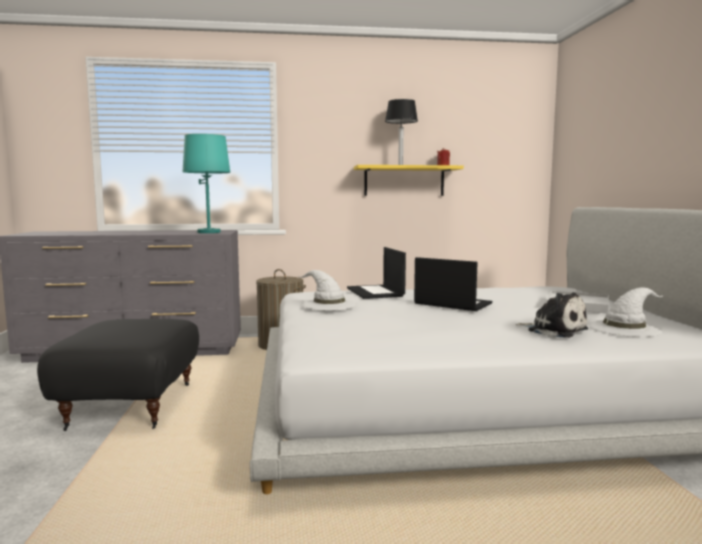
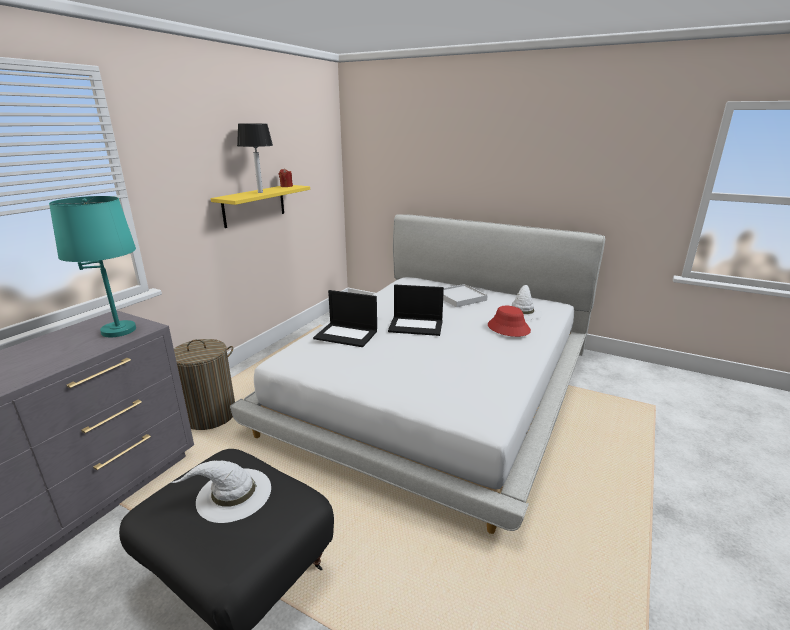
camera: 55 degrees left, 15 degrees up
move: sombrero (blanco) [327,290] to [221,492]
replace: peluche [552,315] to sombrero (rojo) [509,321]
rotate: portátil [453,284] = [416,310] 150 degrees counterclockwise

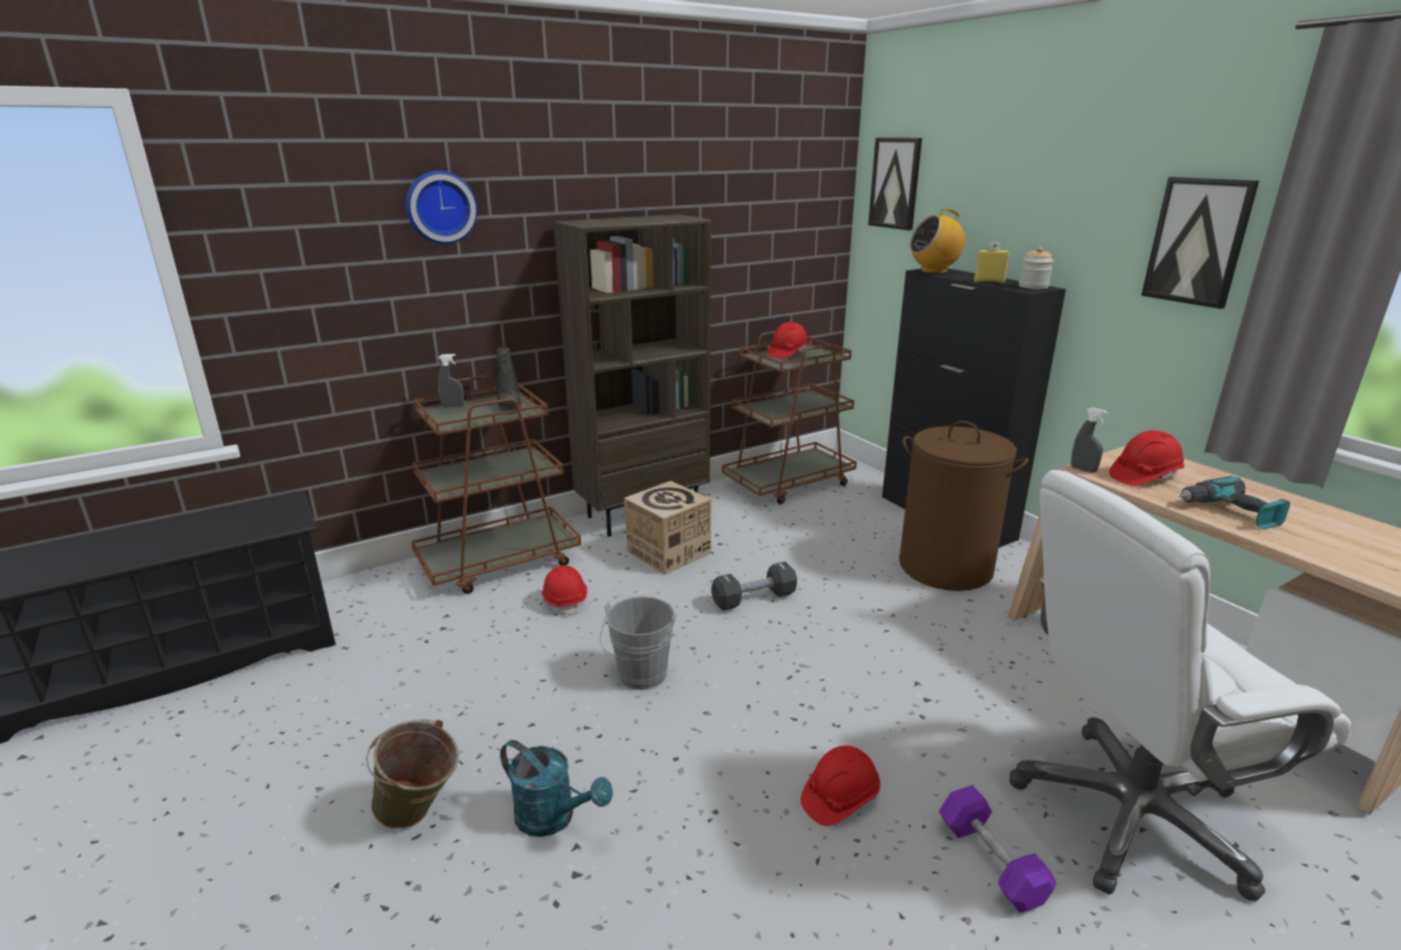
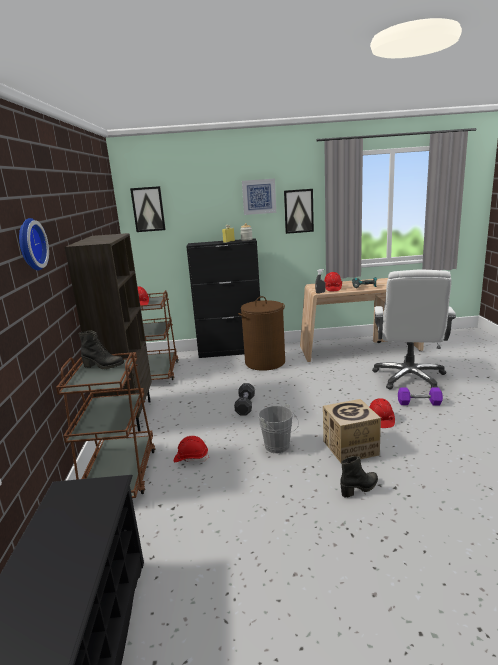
camera: 60 degrees left, 5 degrees down
delete: cubo (verde) [412,774]; pulverizador (gris) [451,381]; radio [937,241]
insert: cuadro [259,197]
move: caja de cartón [667,528] to [352,431]
replace: regadera (turquesa) [556,788] to bota (negro) [359,477]

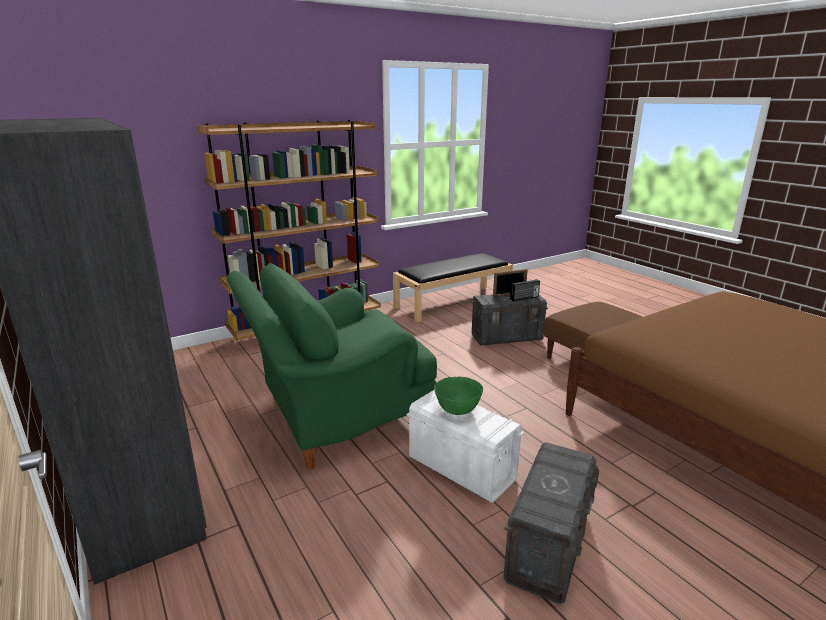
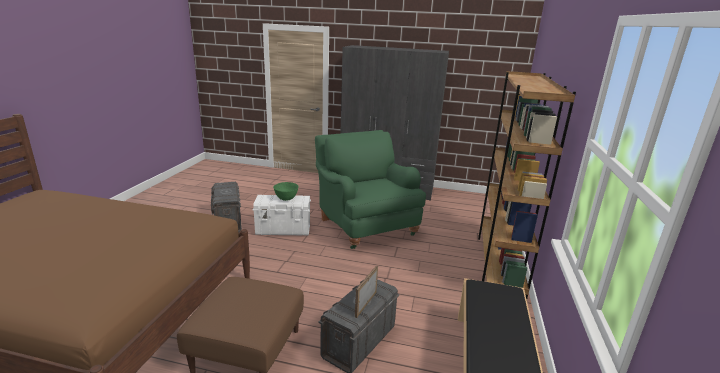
camera: 135 degrees right, 0 degrees up
delete: radio [525,290]
rotate: sillón (verde) [332,366] = [370,189] 45 degrees counterclockwise

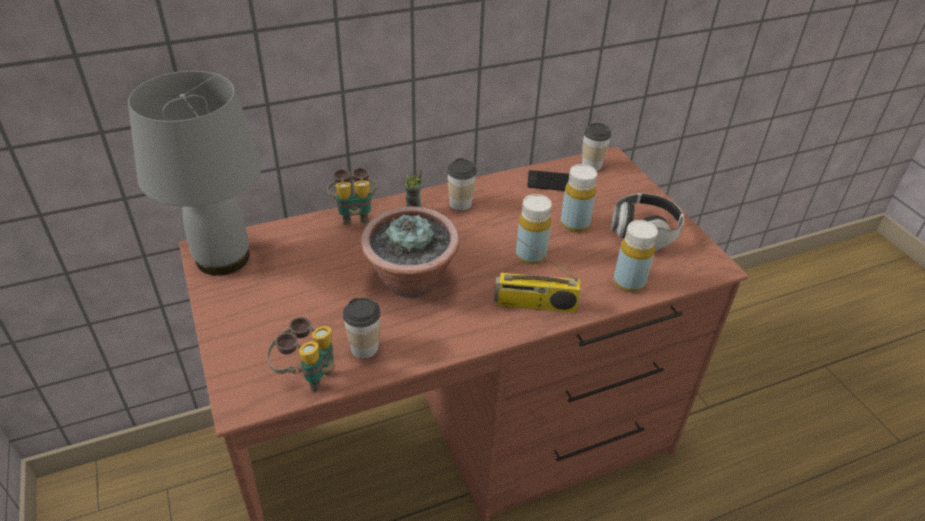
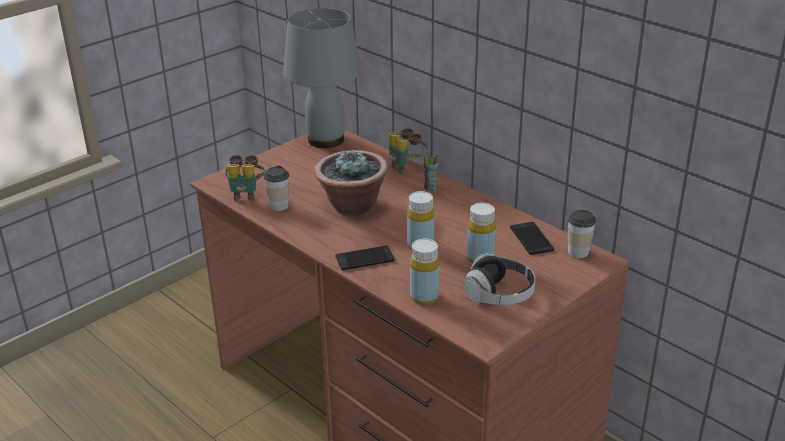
camera: 70 degrees right, 10 degrees down
delete: taza [462,184]
replace: radio [537,275] to móvil [365,257]

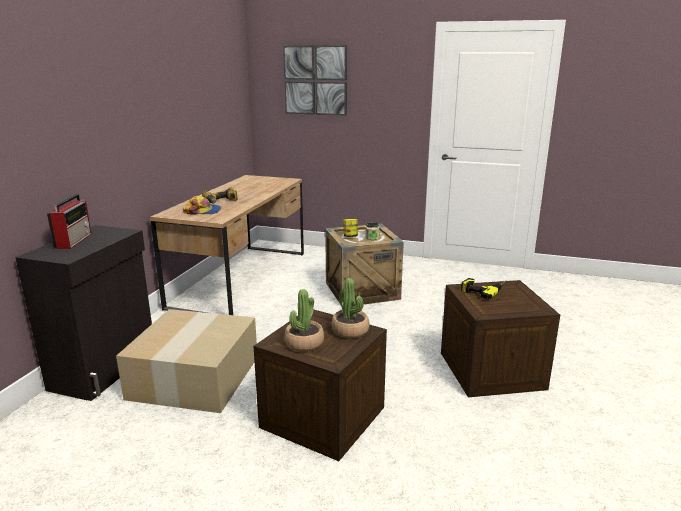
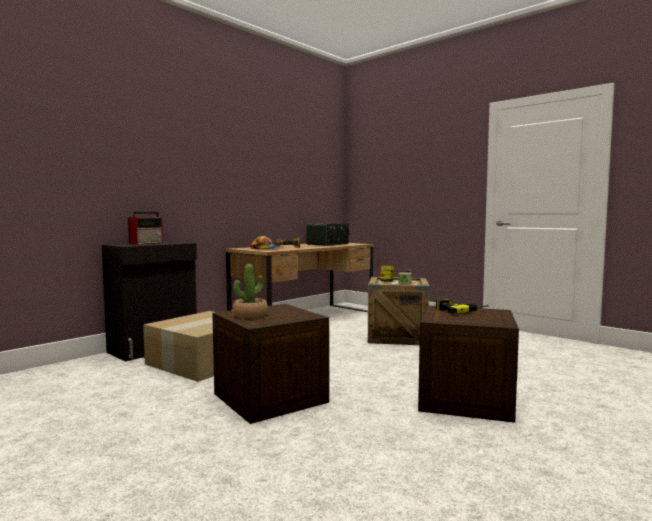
camera: 25 degrees right, 15 degrees down
delete: cuadro [315,80]; planta en maceta [350,308]
insert: radio [327,234]

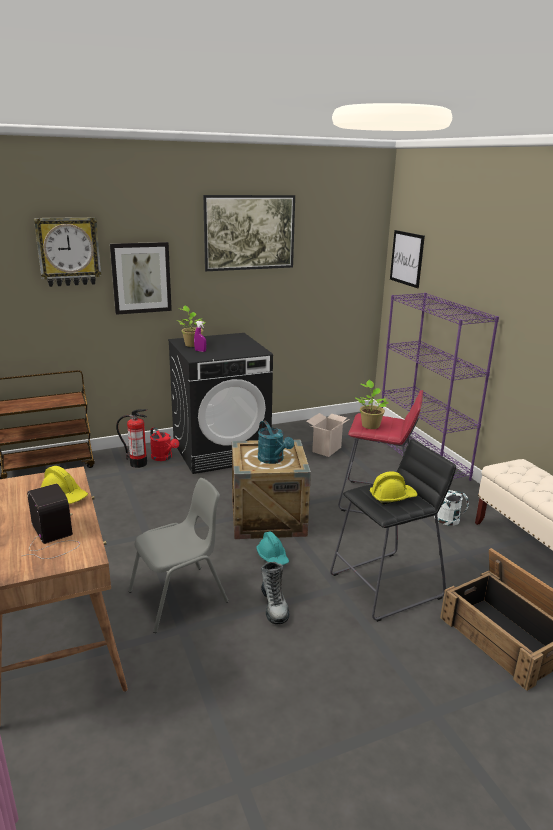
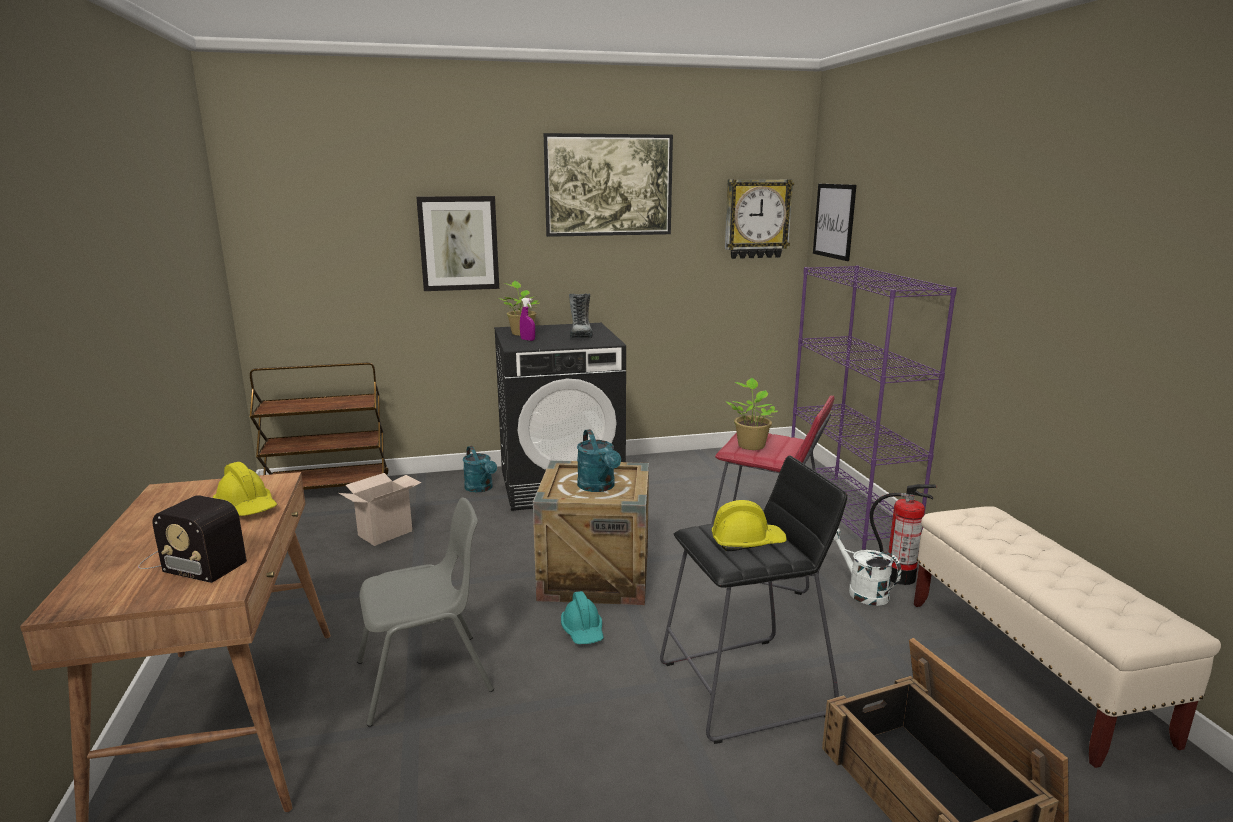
camera: 10 degrees right, 5 degrees down
move: reloj de pared [68,252] to [759,219]; extintor [131,438] to [902,534]; bota [275,593] to [581,315]; caja de cartón [327,435] to [380,509]
recolor: regadera (rojo) [164,444] to regadera (turquesa) [480,469]
rotate: radio [51,521] = [192,539] 135 degrees clockwise

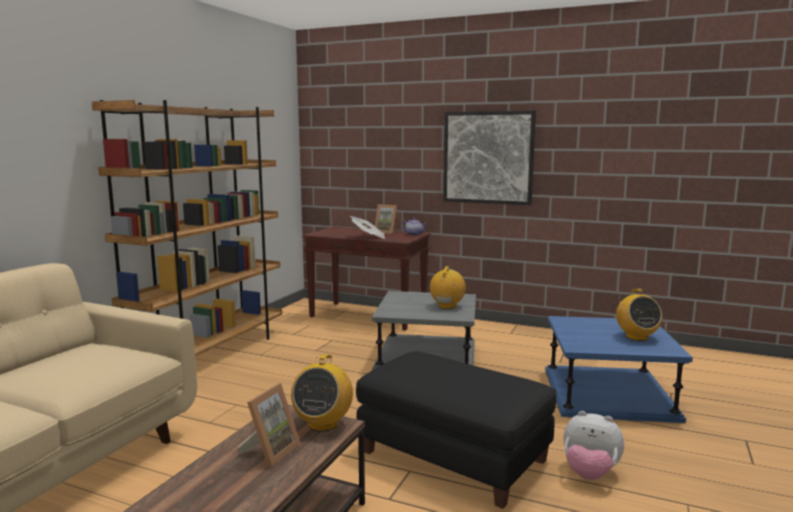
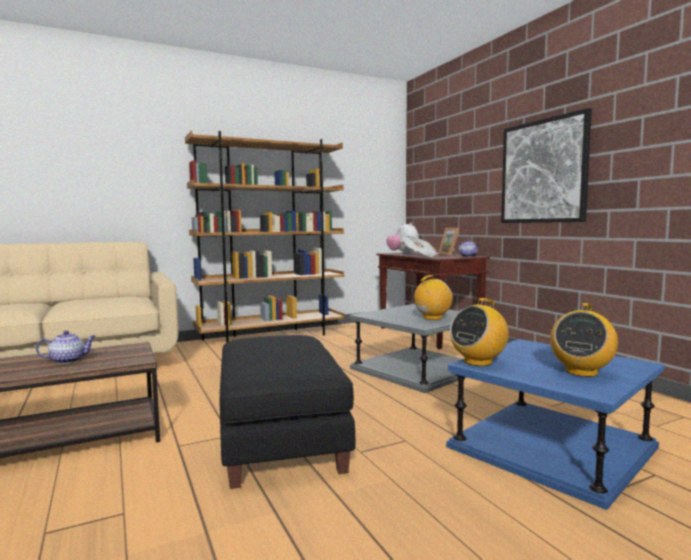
camera: 40 degrees right, 5 degrees down
move: radio [322,393] to [479,332]; peluche [594,445] to [402,238]
replace: portarretratos [269,425] to tetera [65,347]

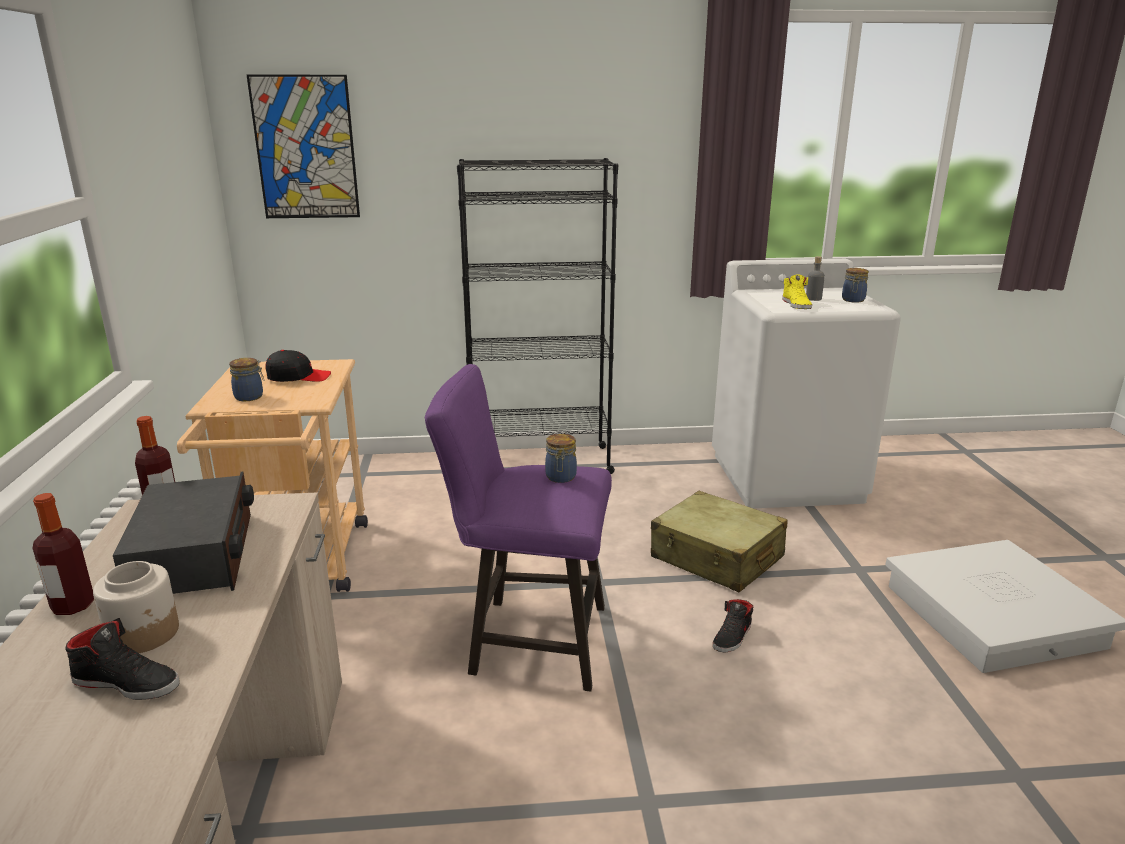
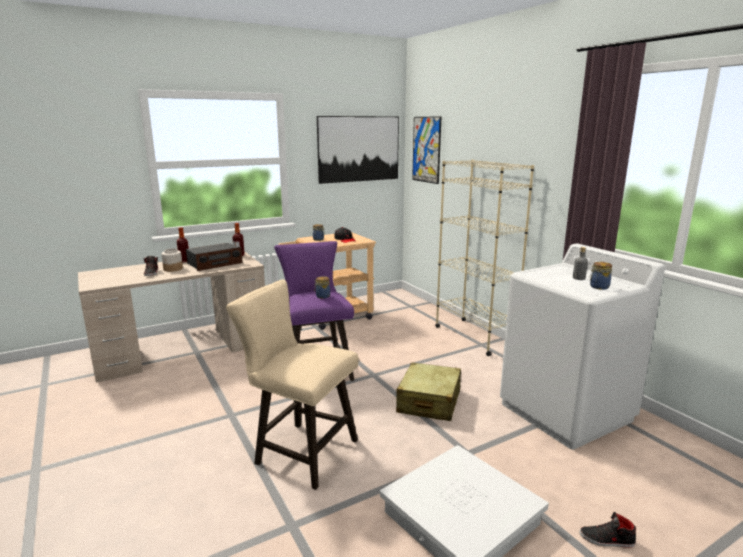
camera: 65 degrees right, 5 degrees down
delete: zapato (amarillo) [797,291]
insert: taburete (beis) [292,384]; cuadro [358,150]
move: zapato (negro) [733,626] to [608,530]
recolor: estantería (negro) [537,316] to estantería (beis) [484,258]

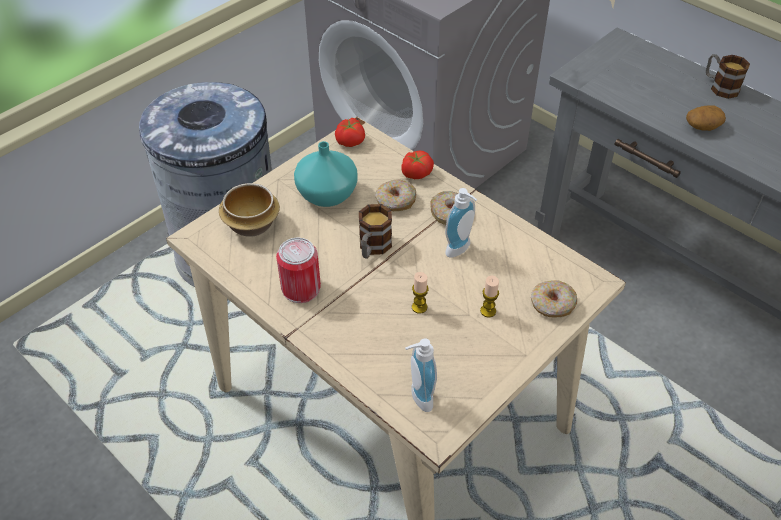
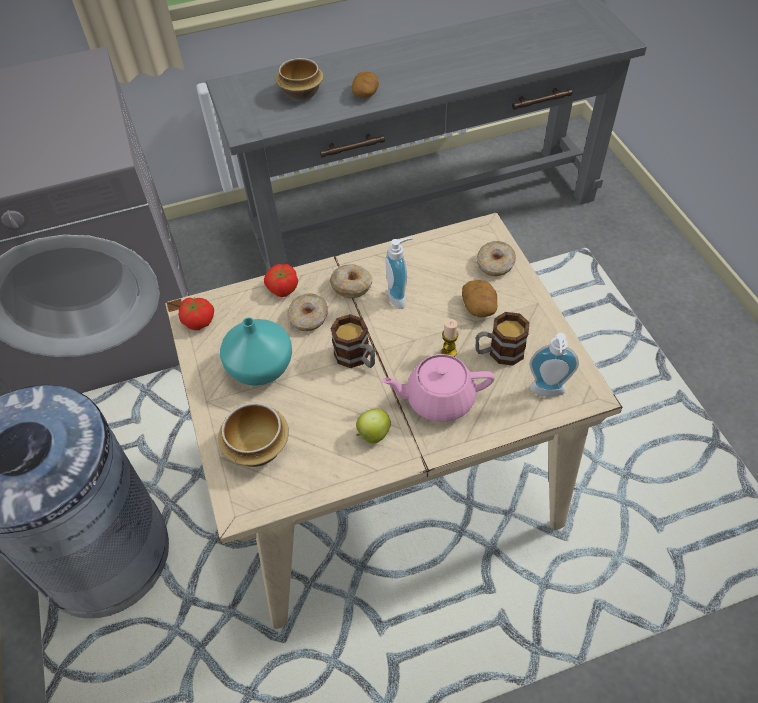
camera: 60 degrees left, 5 degrees up
insert: cuenco [299,79]; tetera (rosa) [438,388]
move: taza grande [728,76] to [503,339]
replace: lata [298,270] to manzana [373,426]; vela [489,296] to patata [479,298]

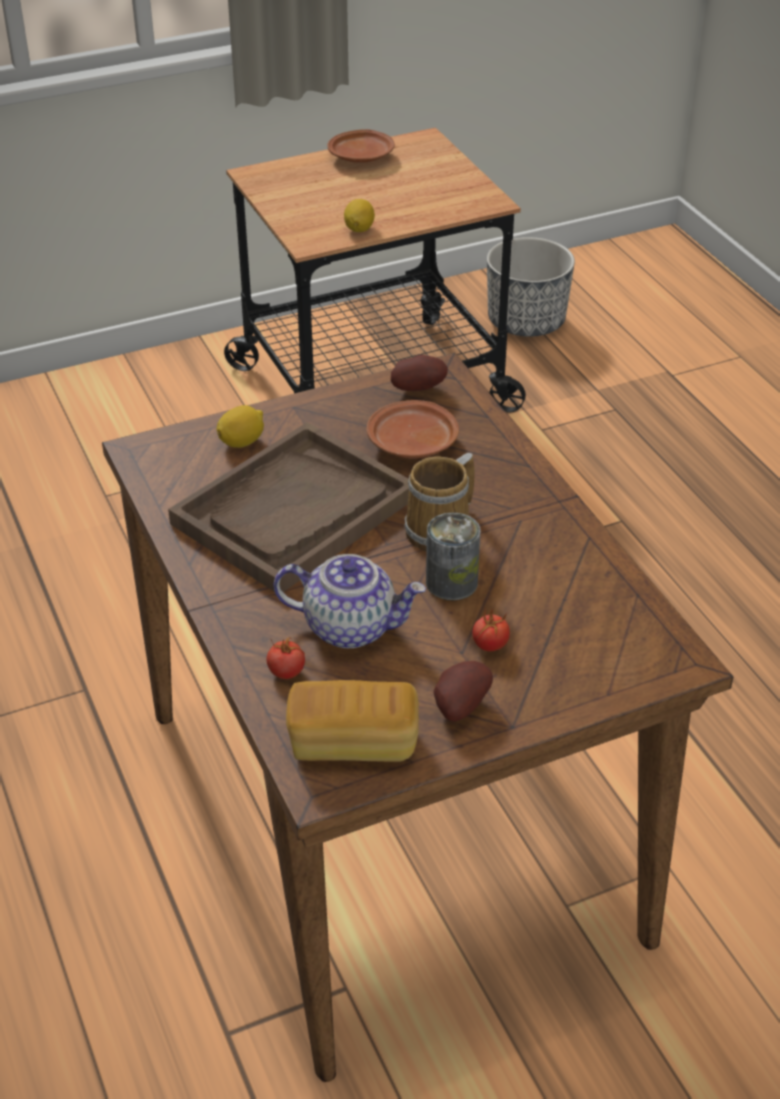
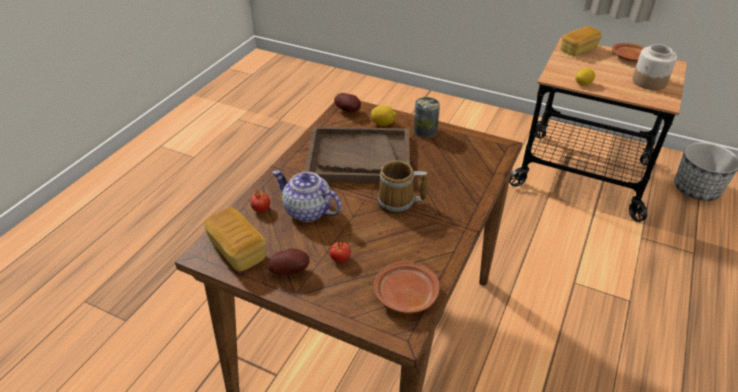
camera: 50 degrees right, 0 degrees up
insert: pan [581,41]; tarro [654,67]
move: plato (marrón) [413,429] to [407,287]; patata [419,373] to [347,103]; lata [453,556] to [427,117]
rotate: tetera [349,601] = [307,196] 150 degrees clockwise

